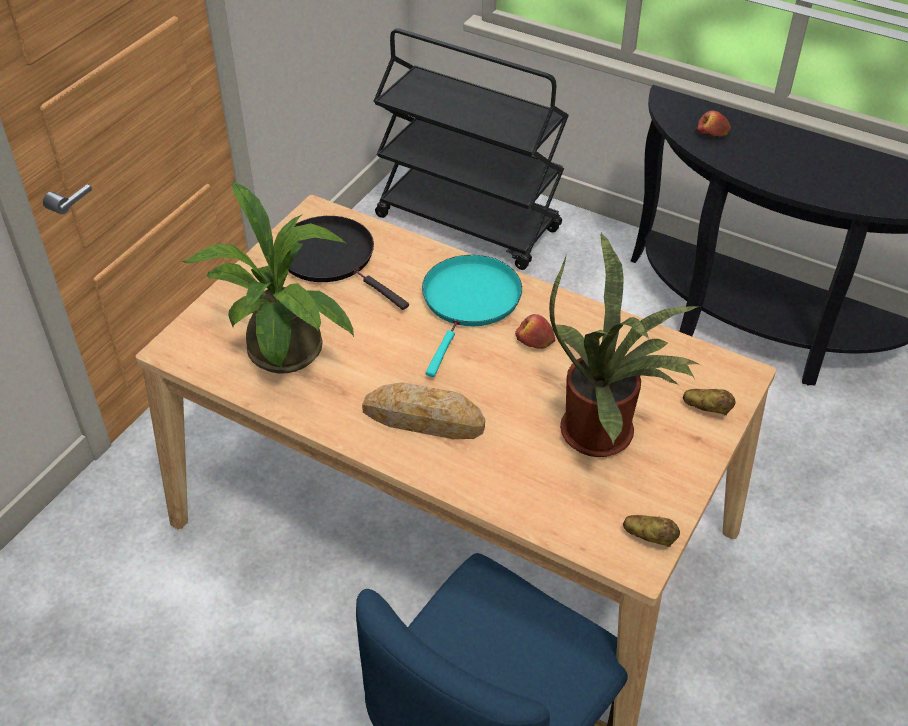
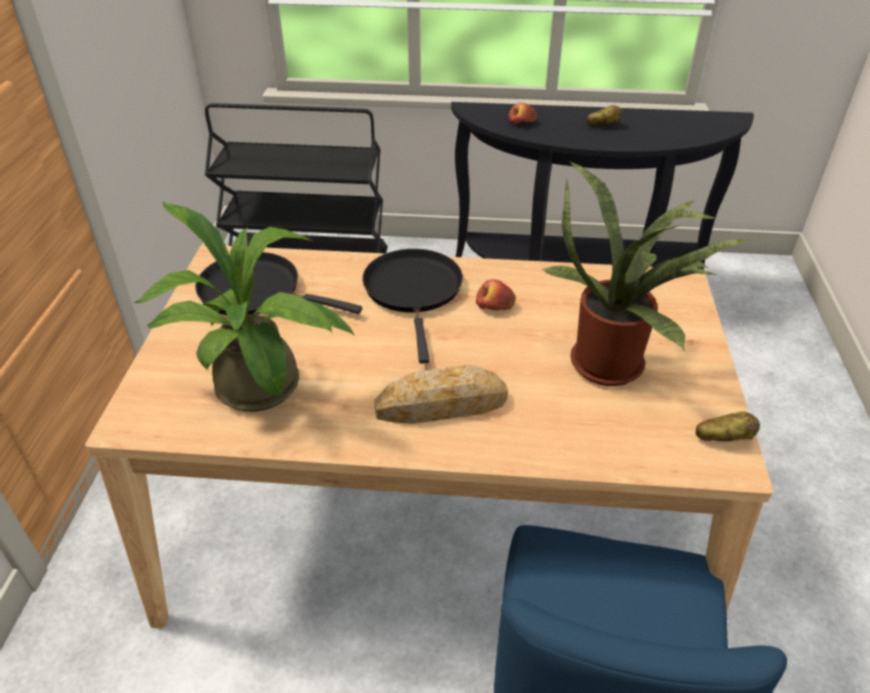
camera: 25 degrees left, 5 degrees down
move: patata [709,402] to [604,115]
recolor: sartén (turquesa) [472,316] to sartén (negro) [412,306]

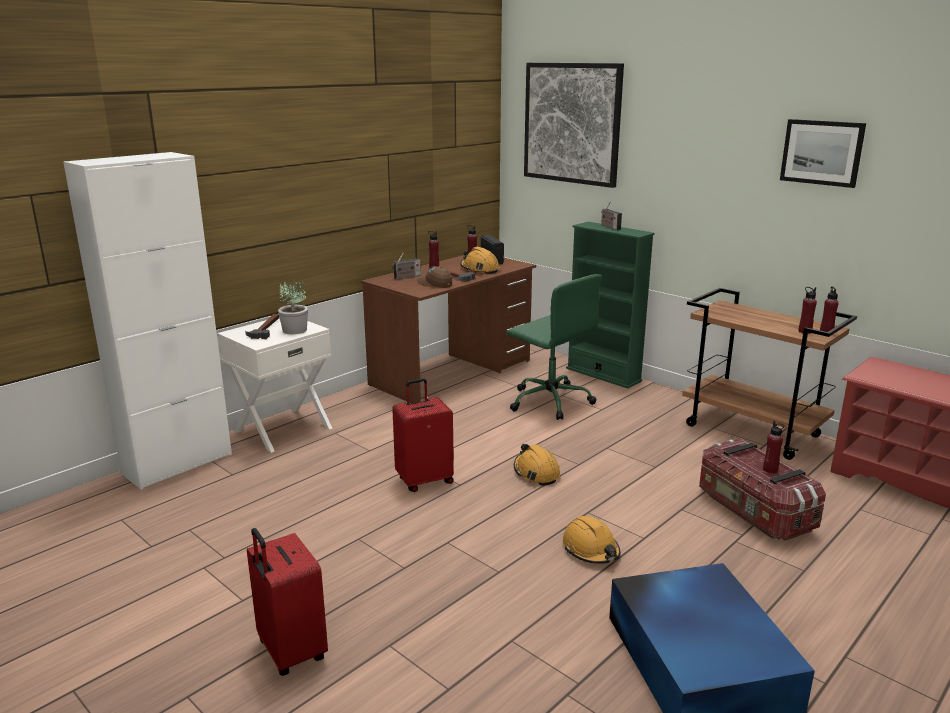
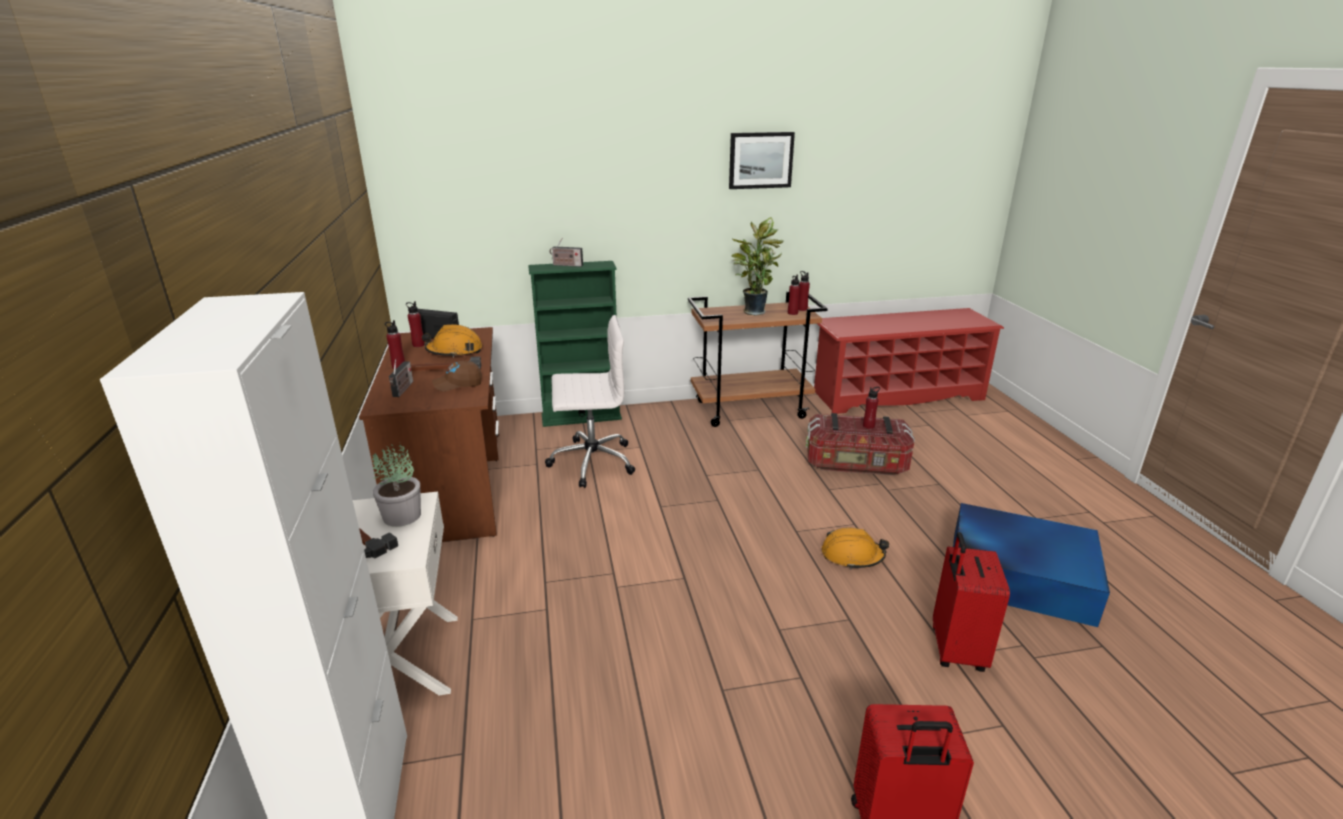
camera: 55 degrees left, 5 degrees up
delete: casco (naranja) [537,465]; cuadro [574,125]
insert: planta en maceta [758,266]
move: maleta (rojo) [423,435] to [971,602]
recolor: silla de oficina (verde) [554,347] to silla de oficina (blanco) [590,401]

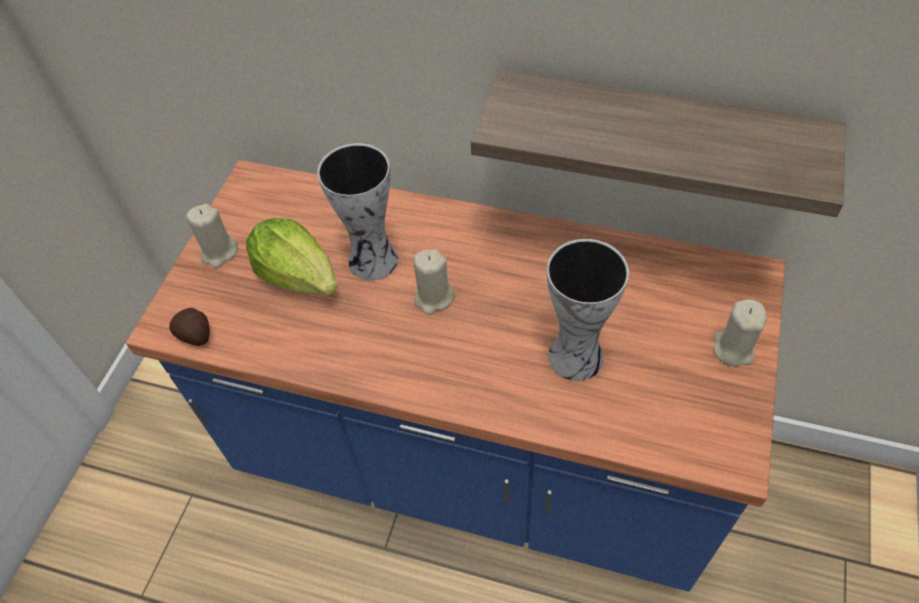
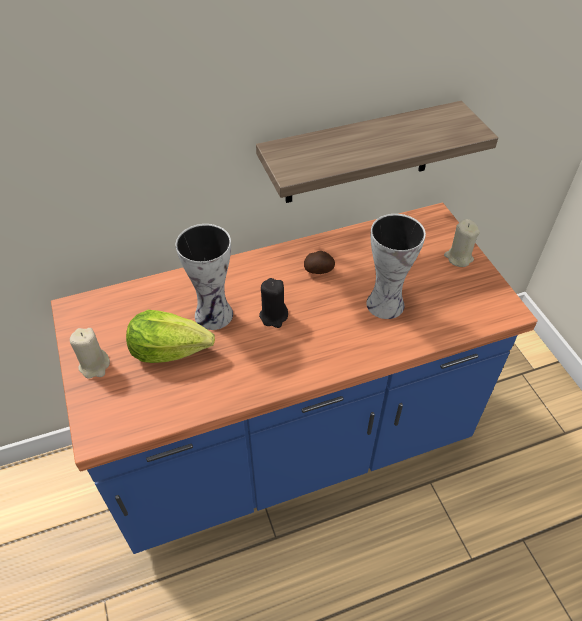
camera: 40 degrees left, 5 degrees down
move: patata [189,327] to [319,262]
recolor: vela (beis) [434,282] to vela (negro) [273,303]

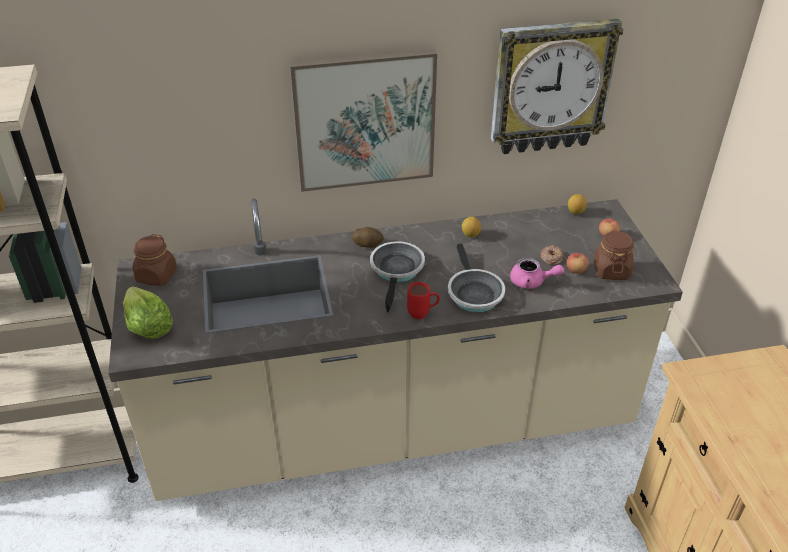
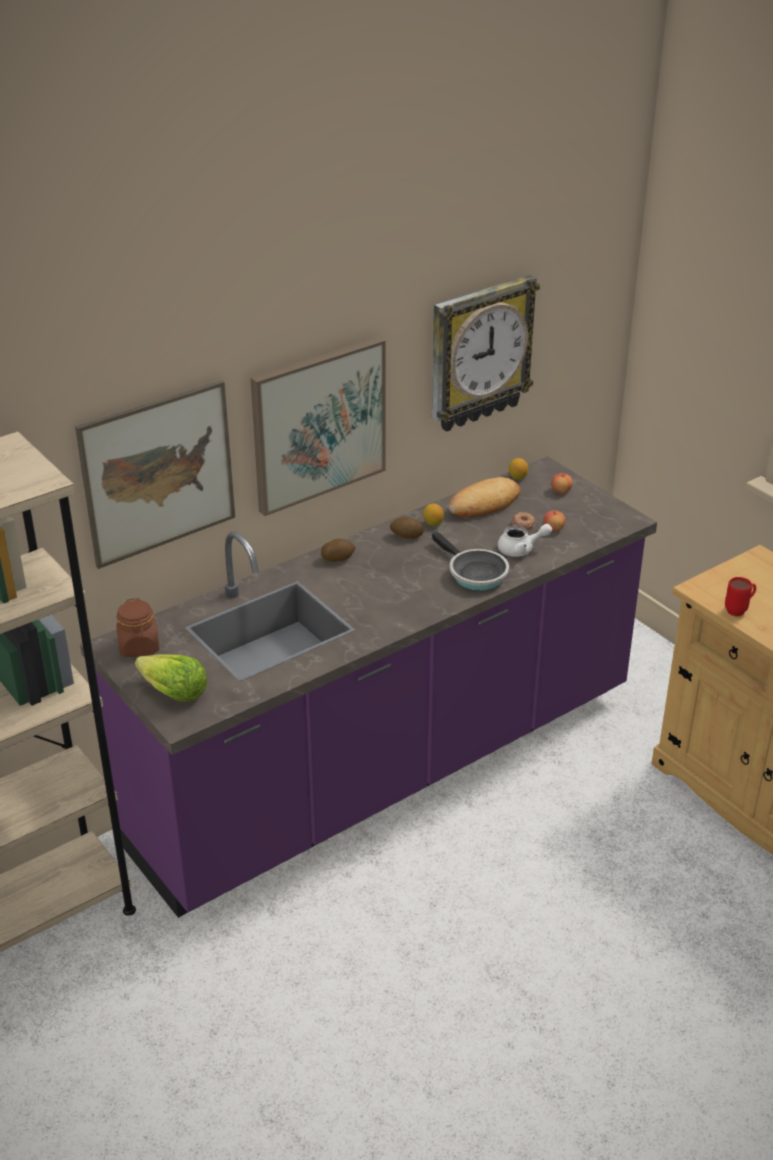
camera: 25 degrees left, 5 degrees down
delete: sartén [397,276]; tarro (marrón) [614,255]
insert: cuadro [155,474]; patata [407,527]; pan [485,497]
move: taza grande (rojo) [423,300] to [740,597]
recolor: mueble bajo de cocina (beis) [395,349] to mueble bajo de cocina (morado) [368,687]; tetera (rosa) [537,273] to tetera (blanco) [525,540]

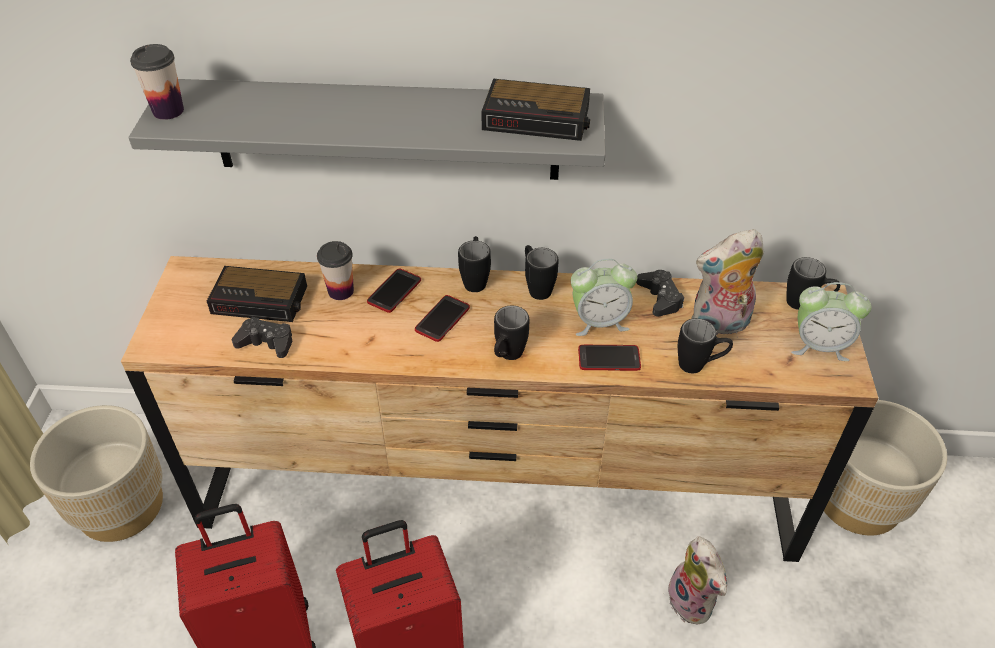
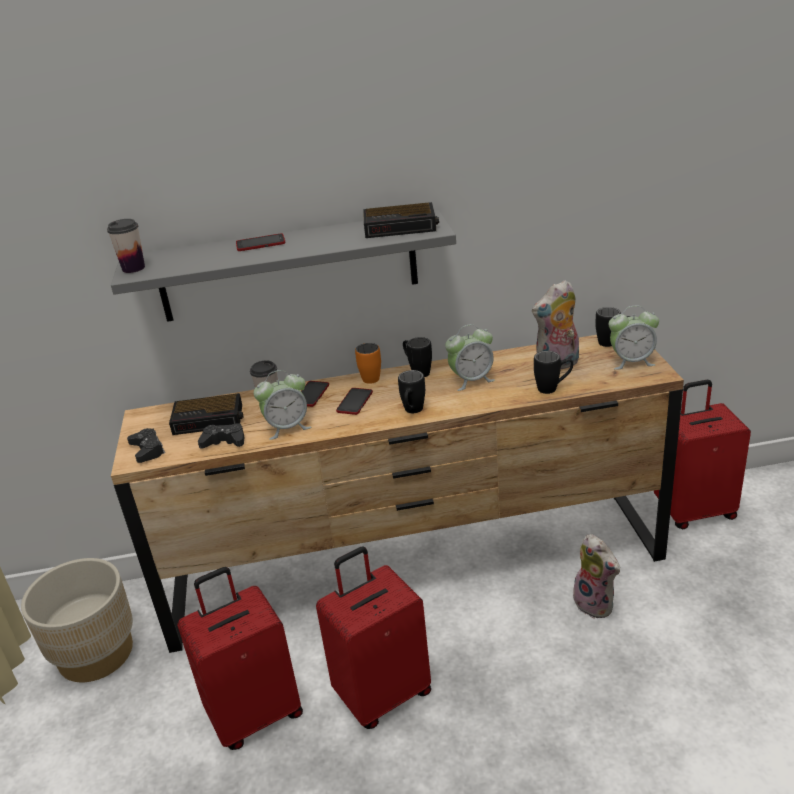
camera: 10 degrees left, 15 degrees down
insert: despertador [282,405]
move: móvil [609,358] to [260,242]; mando de consola (negro) [660,293] to [146,445]
replace: maceta (beis) [885,468] to maleta (rojo) [702,454]
recolor: taza grande (negro) [474,264] to taza grande (naranja) [368,363]

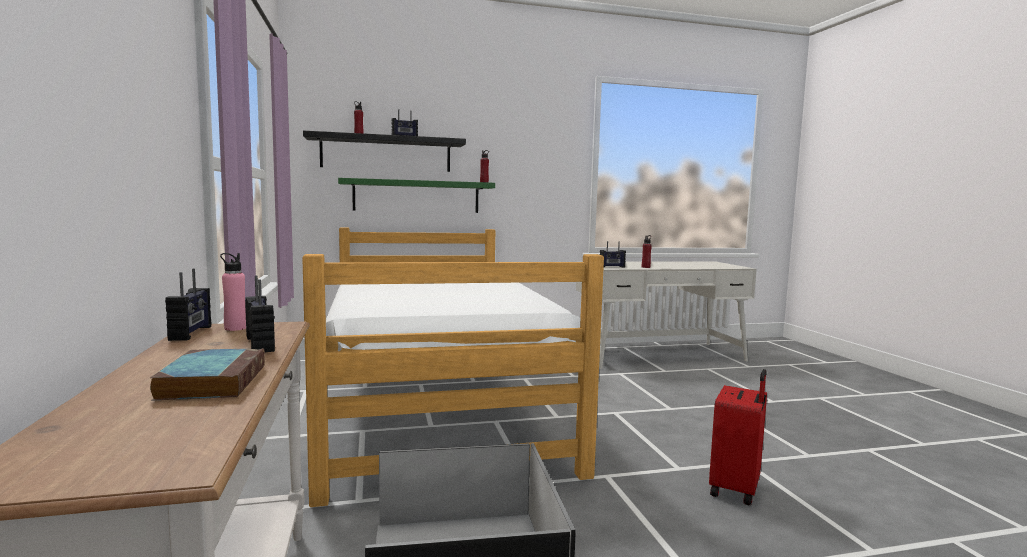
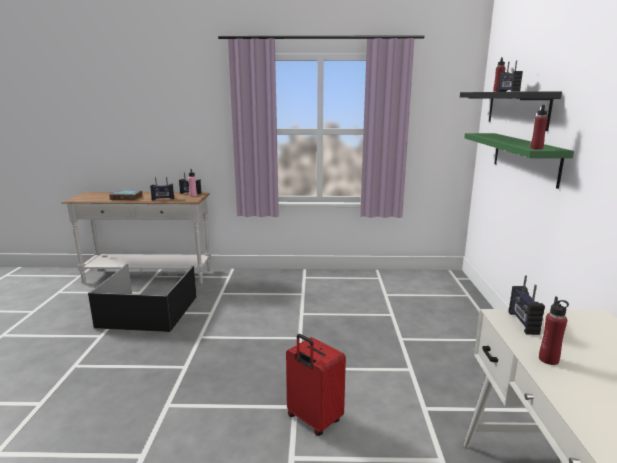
camera: 105 degrees right, 10 degrees up
delete: cama [453,367]
move: maleta (rojo) [738,437] to [316,385]

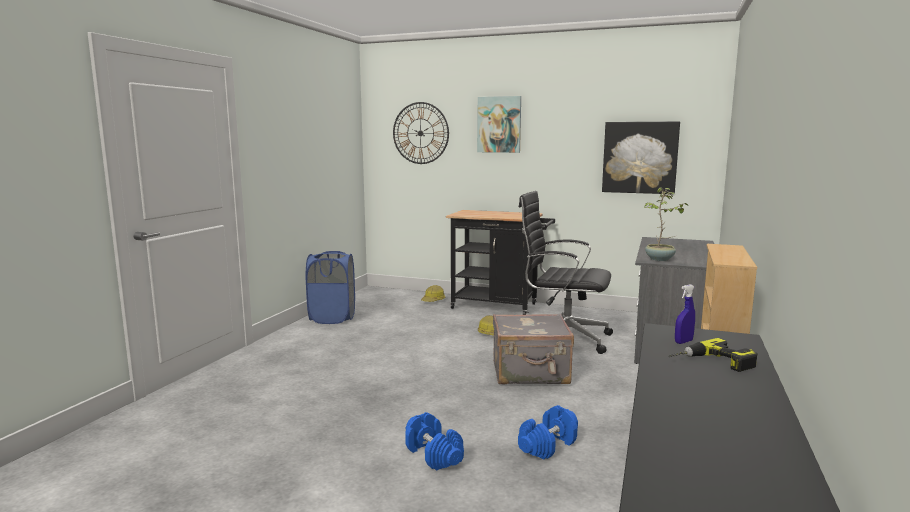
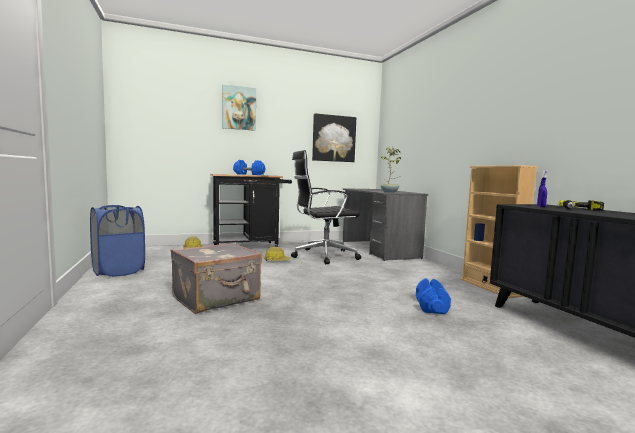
camera: 40 degrees left, 5 degrees down
delete: reloj de pared [421,133]
move: mancuerna (azul) [434,441] to [249,167]; maleta (gris) [533,349] to [216,278]

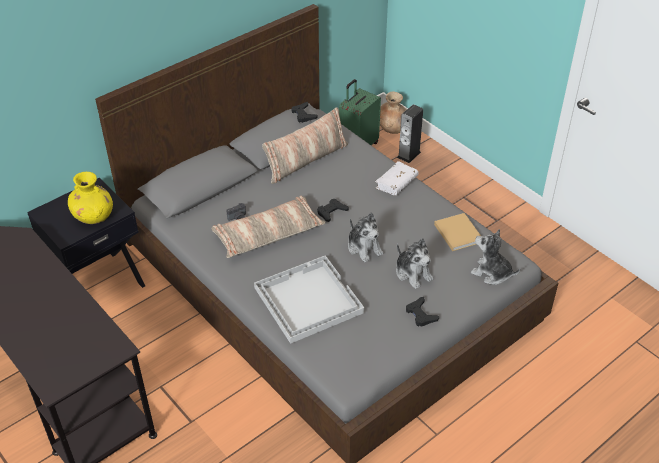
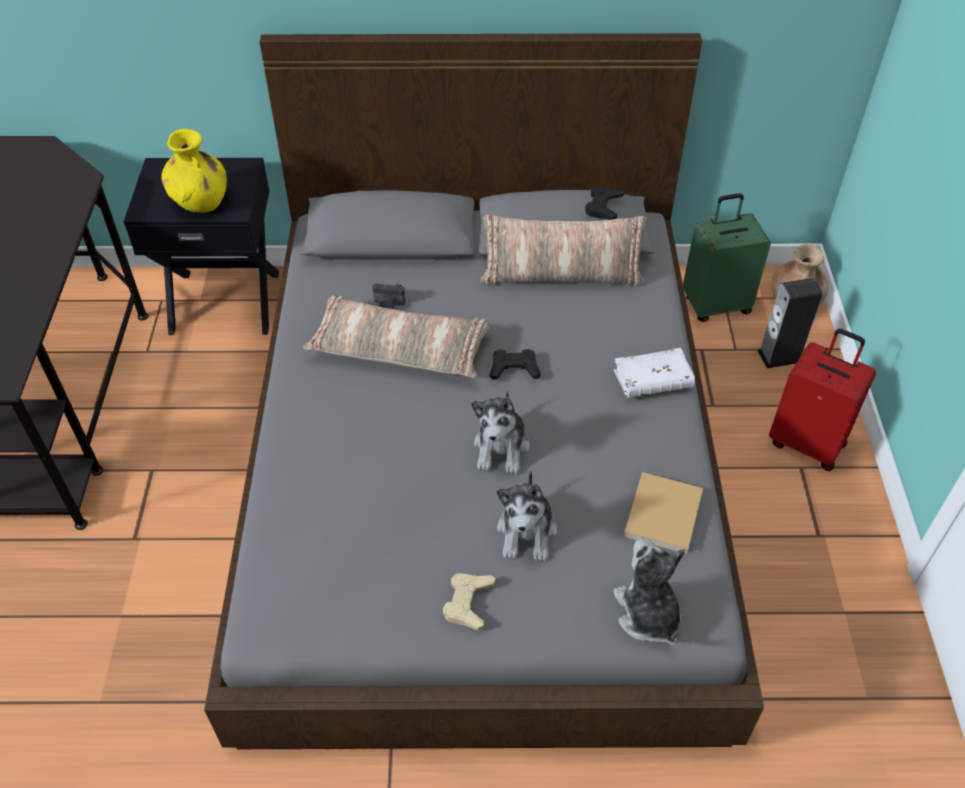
camera: 40 degrees right, 5 degrees up
delete: bandeja (blanco) [309,299]
insert: maleta (rojo) [822,399]
recolor: mando de consola (negro) [422,312] to mando de consola (beis) [469,602]

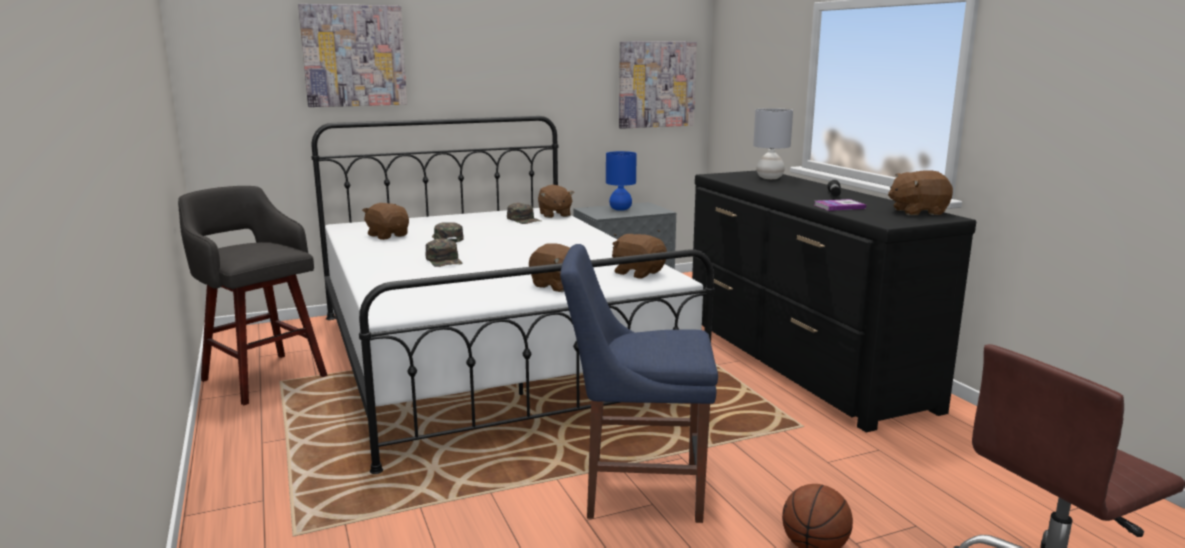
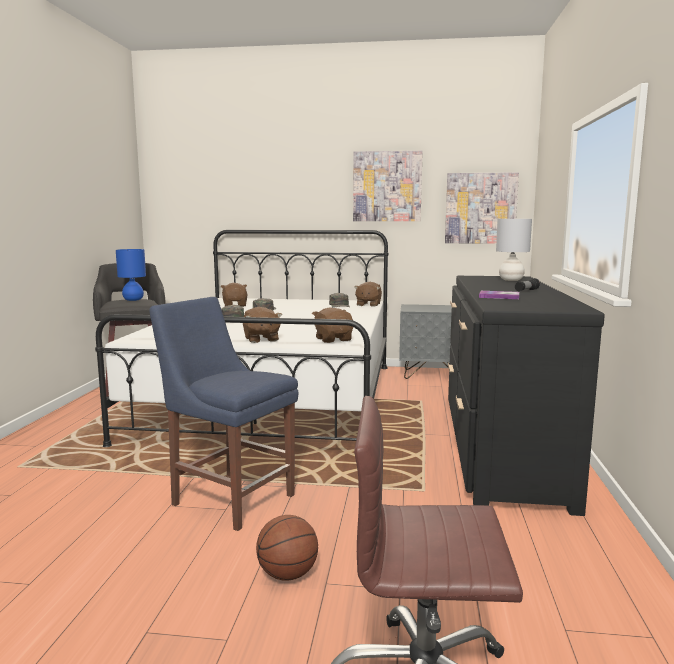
camera: 30 degrees right, 5 degrees down
delete: peluche (marrón) [920,192]
move: cuadro [352,55] to [388,186]; lámpara de mesa (azul) [621,181] to [131,275]

